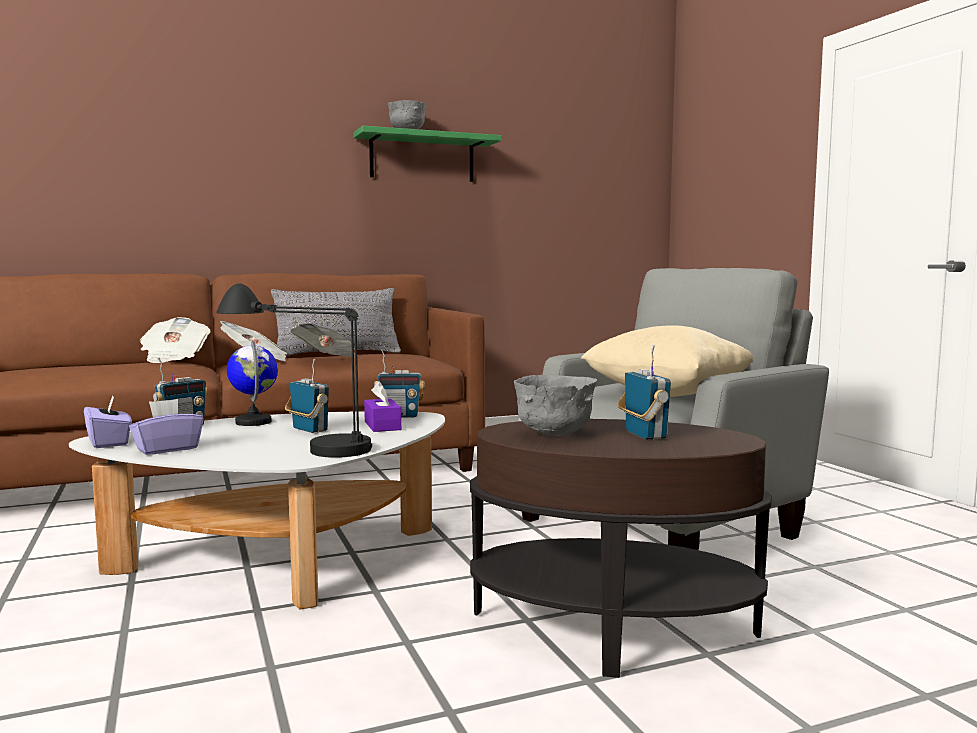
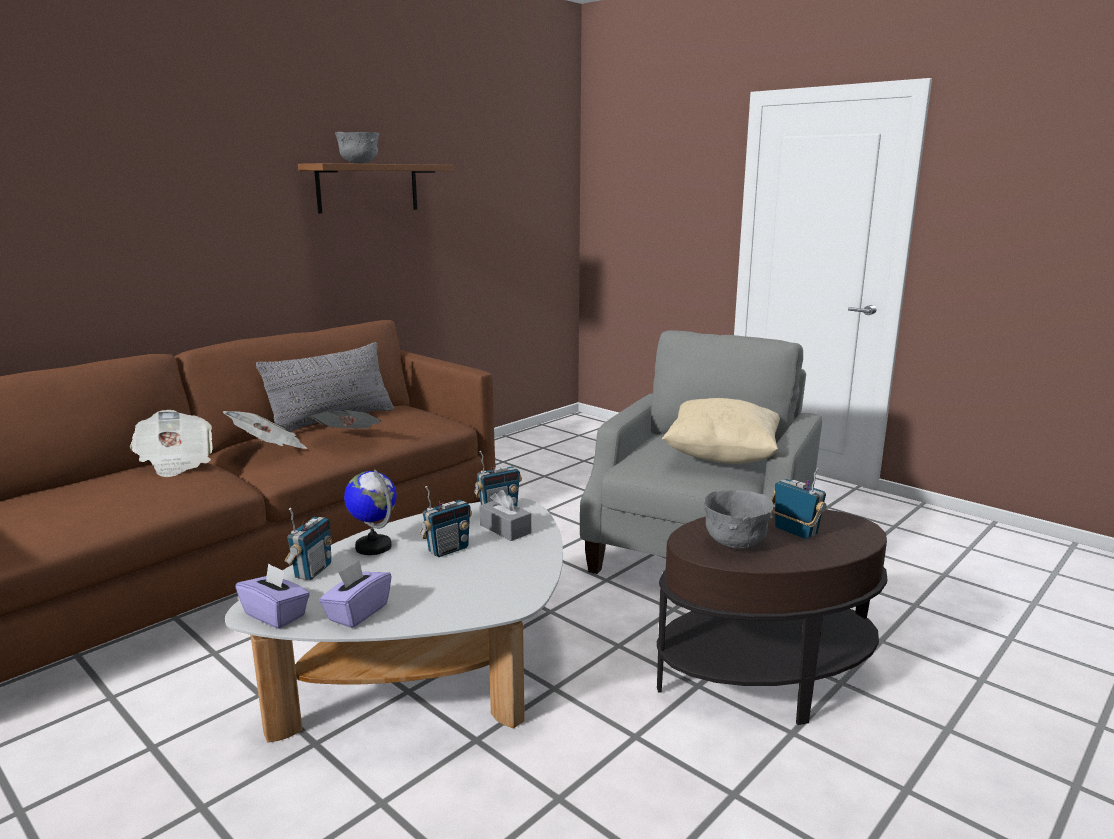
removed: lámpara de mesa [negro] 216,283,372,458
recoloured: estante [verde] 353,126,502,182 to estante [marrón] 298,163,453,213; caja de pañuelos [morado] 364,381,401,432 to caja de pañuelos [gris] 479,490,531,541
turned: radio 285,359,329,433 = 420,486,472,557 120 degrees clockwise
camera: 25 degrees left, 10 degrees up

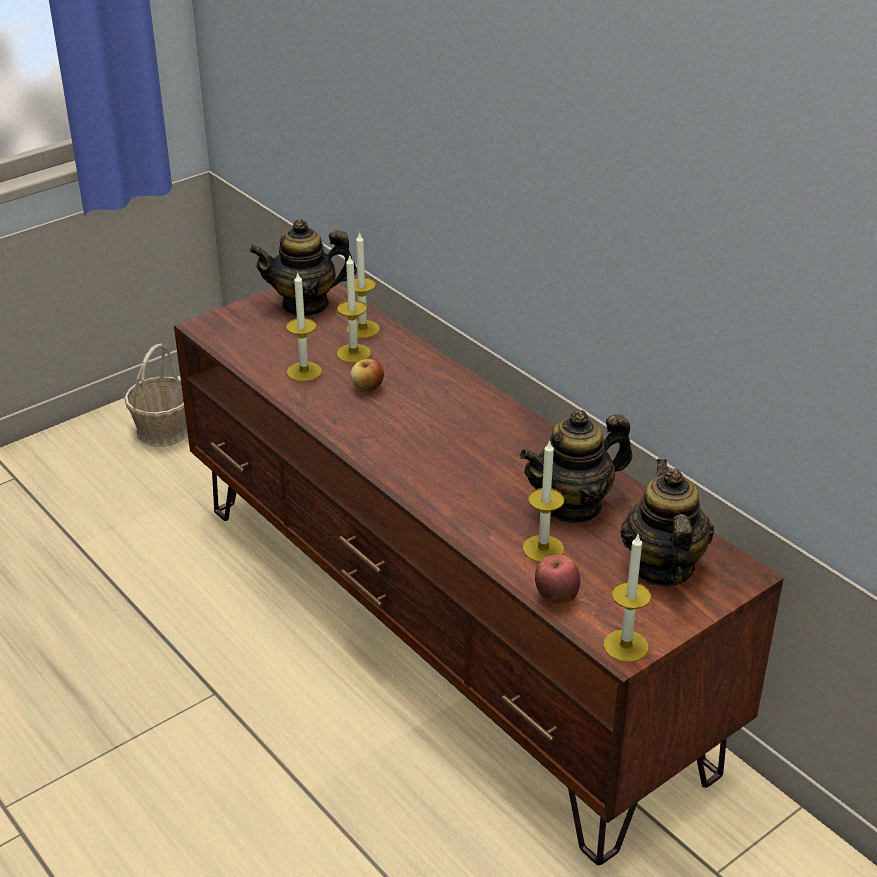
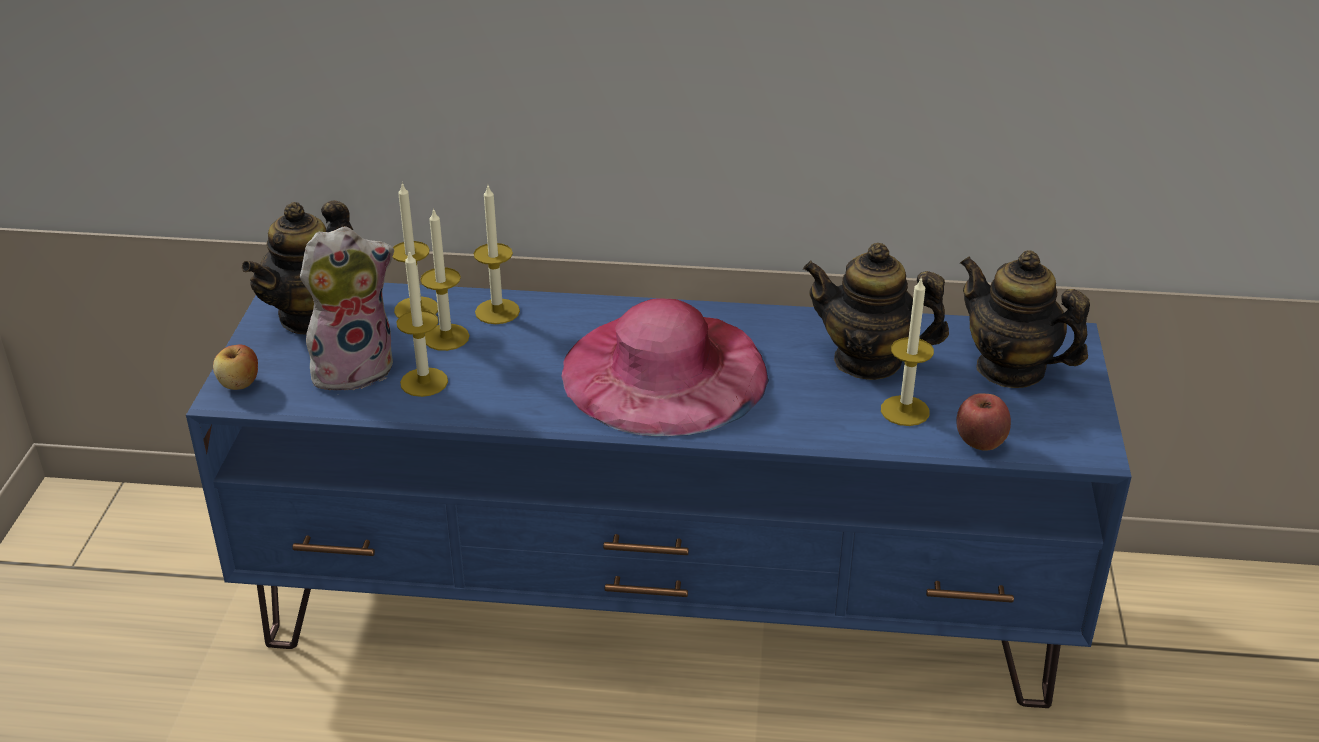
removed: cesta 125,343,188,447
added: peluche 300,226,394,390; sombrero [rosa] 561,298,769,436
moved: manzana 350,359,384,392 to 213,345,258,390; vela 603,535,651,662 to 474,186,520,324
recoloured: mueble de televisión [marrón] 174,283,784,865 to mueble de televisión [azul] 186,283,1131,708
turned: tetera 519,410,632,524 = 803,243,949,380 90 degrees clockwise
camera: 45 degrees left, 0 degrees up

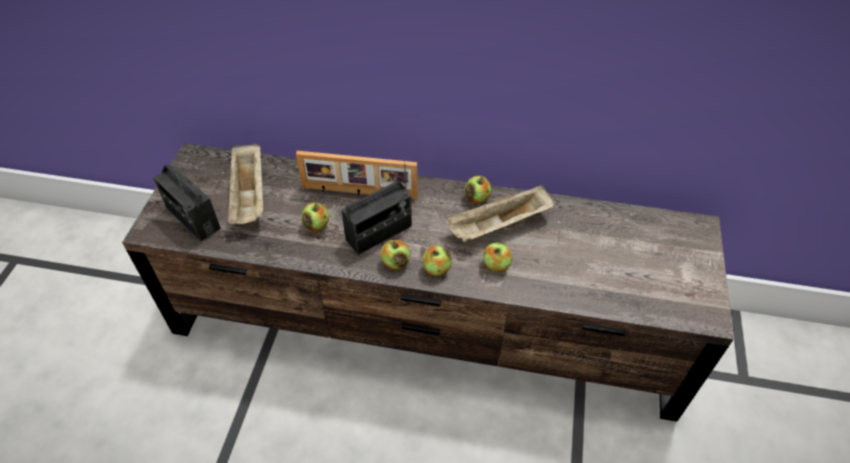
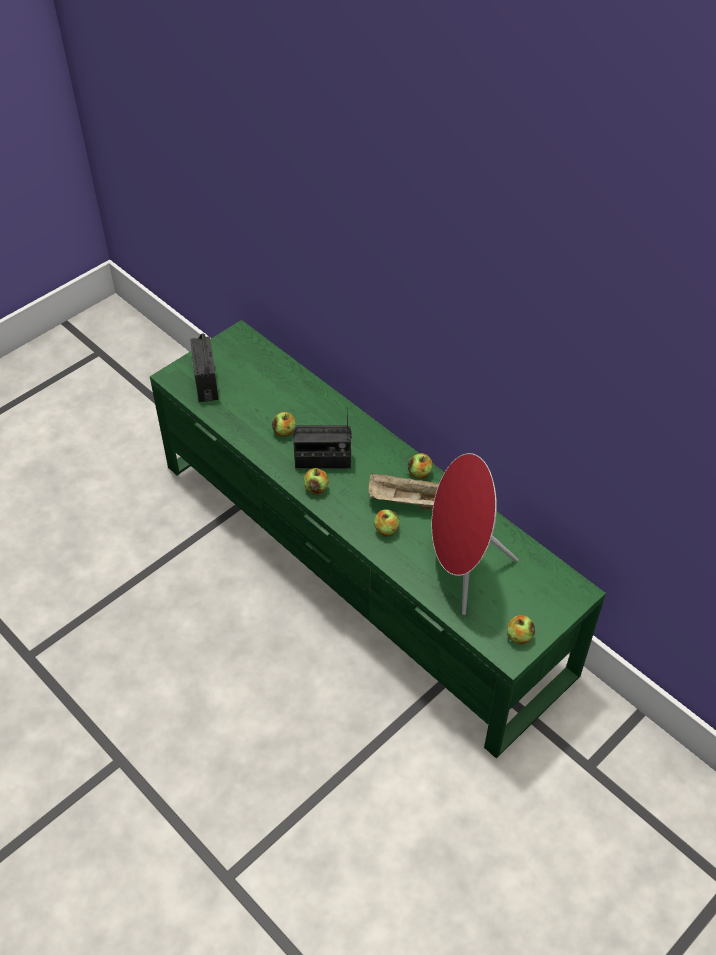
removed: bandeja [beis] 228,143,264,224; portarretratos 296,151,418,200
added: altavoz [rojo] 432,453,519,615
moved: manzana 423,246,452,276 to 507,615,535,644
recoloured: mueble de televisión [marrón] 122,143,734,422 to mueble de televisión [verde] 150,320,606,759
camera: 35 degrees right, 0 degrees up

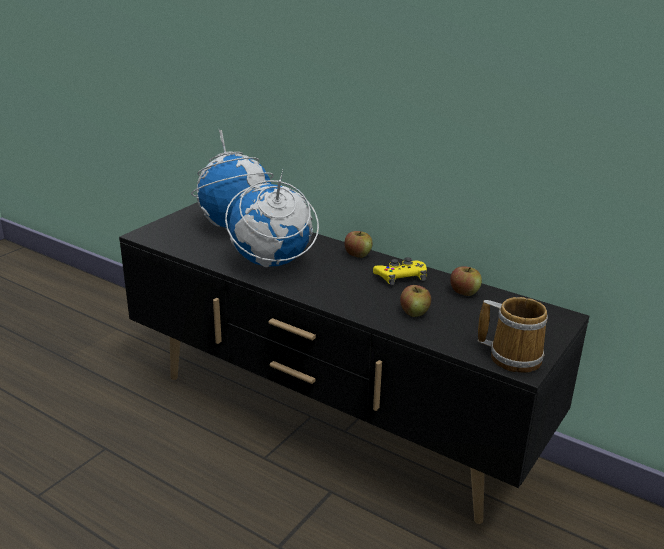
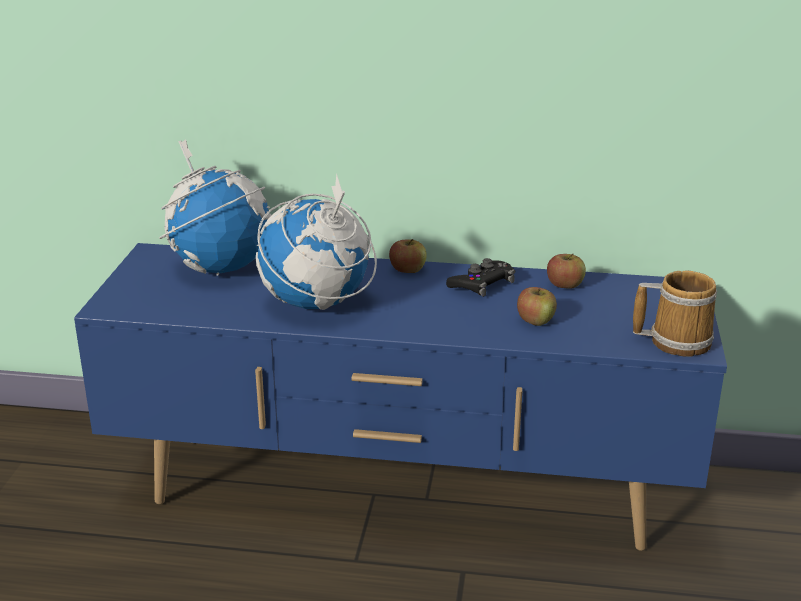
recoloured: mueble de televisión [negro] 119,202,589,524 to mueble de televisión [azul] 74,243,727,551; mando de consola [amarillo] 373,257,427,286 to mando de consola [negro] 446,258,515,297
camera: 25 degrees left, 0 degrees up

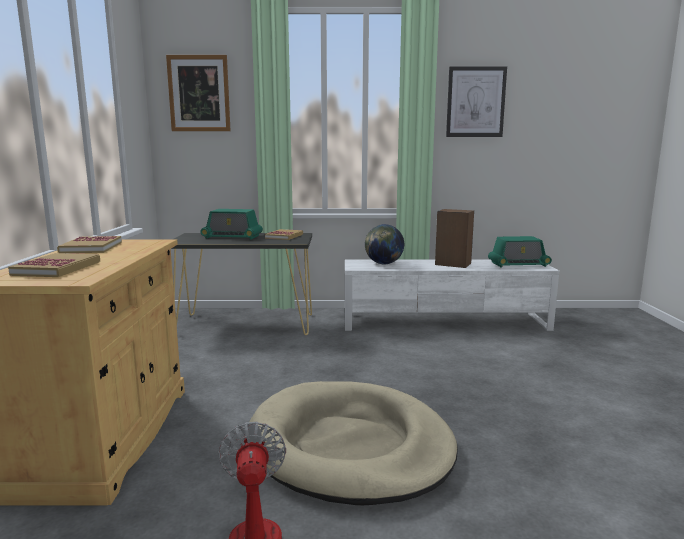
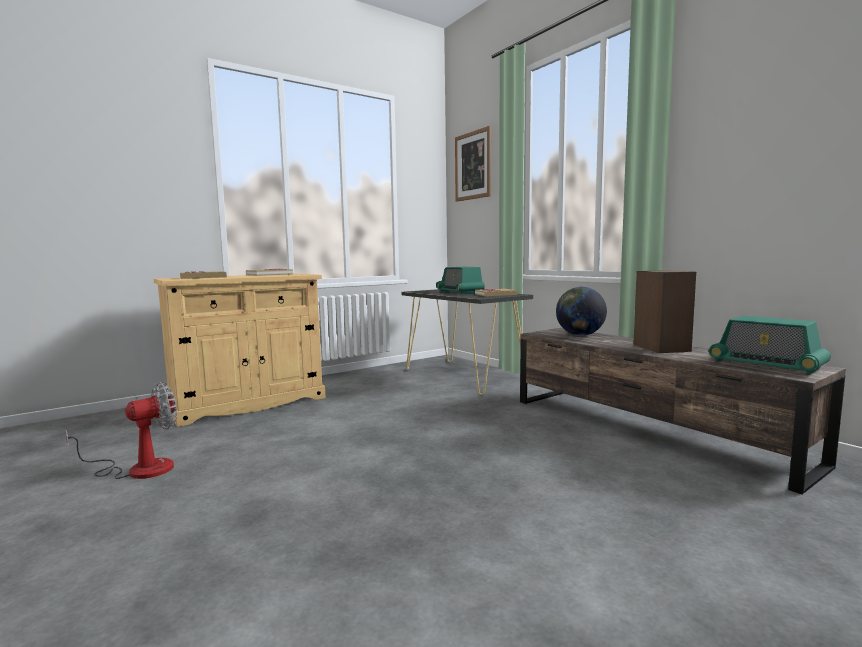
removed: cama para perro [beis] 250,381,458,505; cuadro 446,66,507,137
recoloured: mueble de televisión [blanco] 345,260,559,331 to mueble de televisión [marrón] 520,328,846,495
camera: 55 degrees right, 5 degrees down

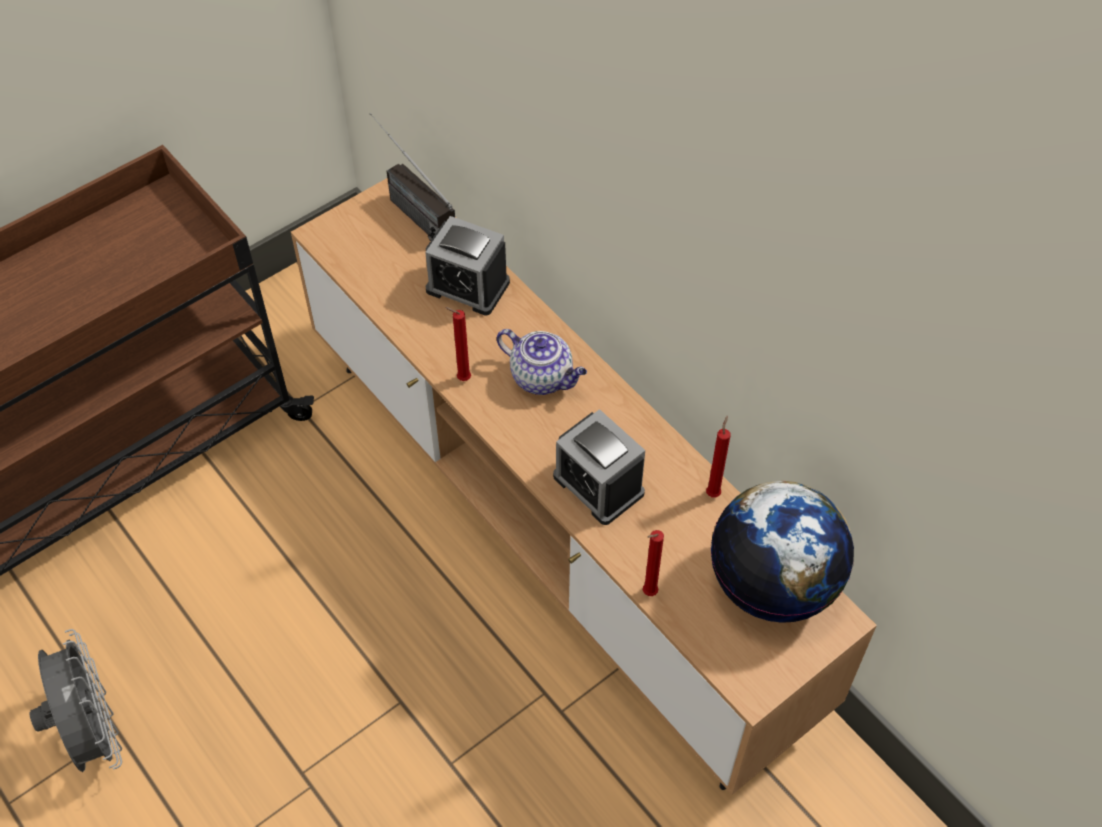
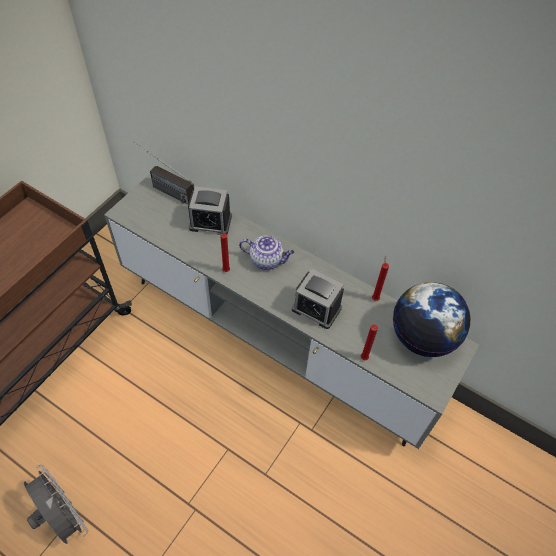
recoloured: mueble de televisión [marrón] 291,178,877,795 to mueble de televisión [gris] 104,174,479,449
camera: 20 degrees left, 0 degrees up

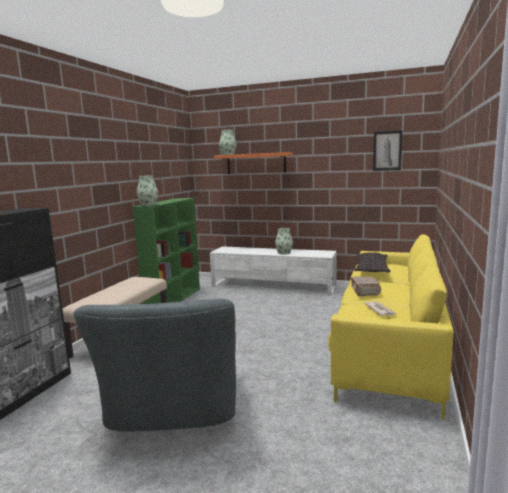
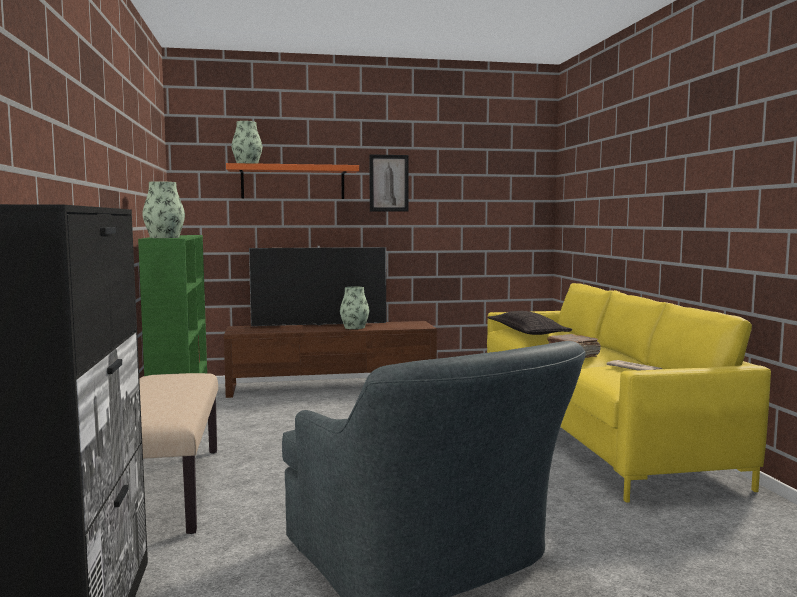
added: televisor 249,246,386,326
moved: cuadro 373,130,402,171 to 369,154,409,212
recoloured: mueble de televisión [blanco] 210,246,337,296 to mueble de televisión [marrón] 224,321,437,398
camera: 30 degrees left, 5 degrees down

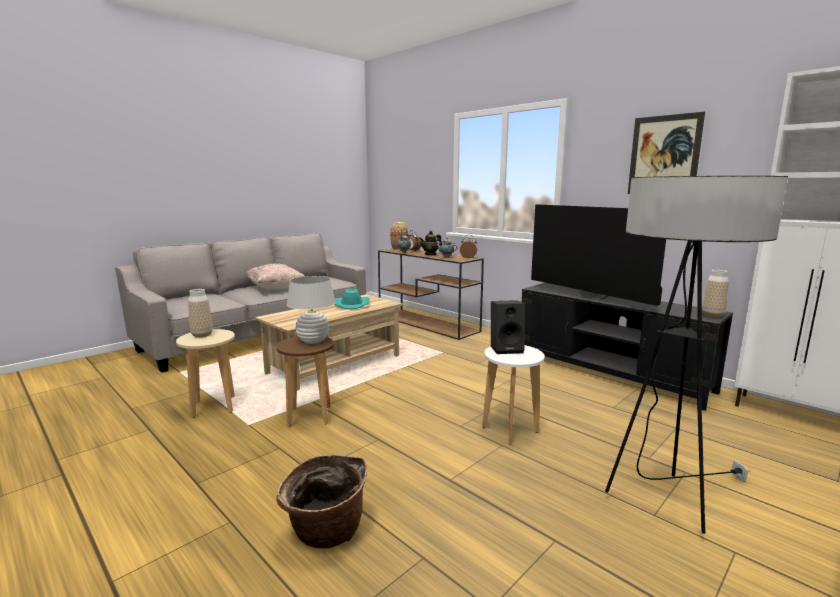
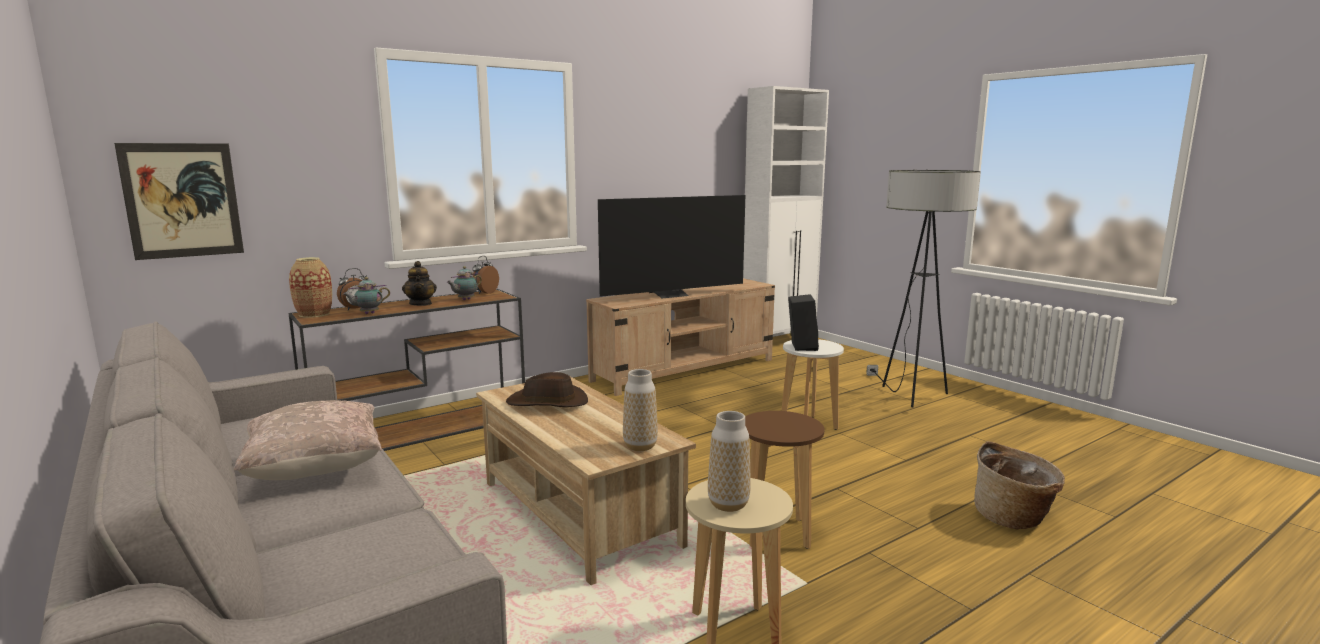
removed: lámpara de mesa [blanco] 286,276,336,344
moved: cuadro 628,112,705,194 to 114,143,244,260; florero 702,270,729,317 to 623,369,658,451
recoloured: sombrero [turquesa] 335,289,370,309 to sombrero [marrón] 506,372,588,407; mueble de televisión [negro] 522,283,733,411 to mueble de televisión [beis] 586,278,775,396
camera: 80 degrees left, 0 degrees up

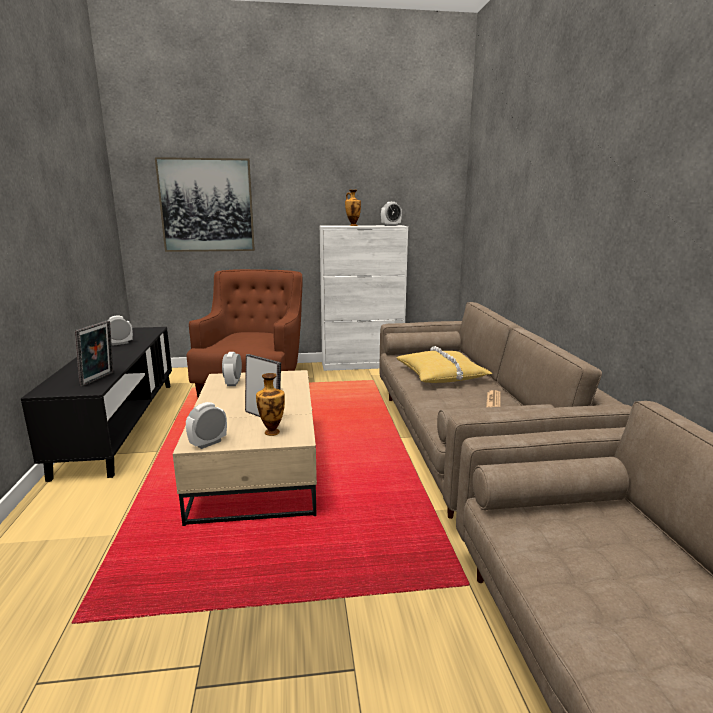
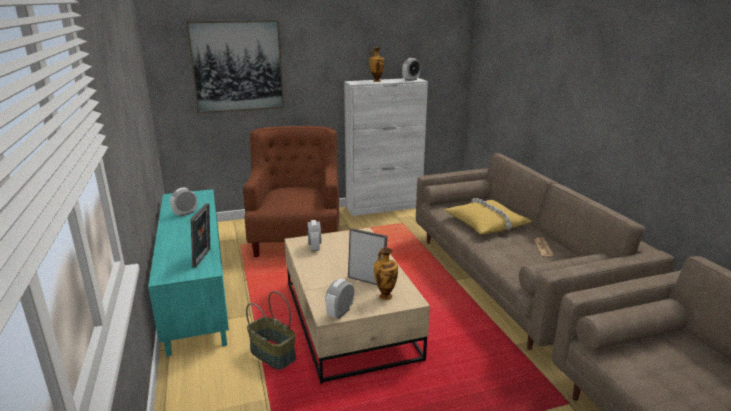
added: cesta 246,291,296,369
recoloured: mueble de televisión [negro] 21,327,172,482 to mueble de televisión [turquesa] 148,189,229,357
camera: 10 degrees left, 5 degrees up

